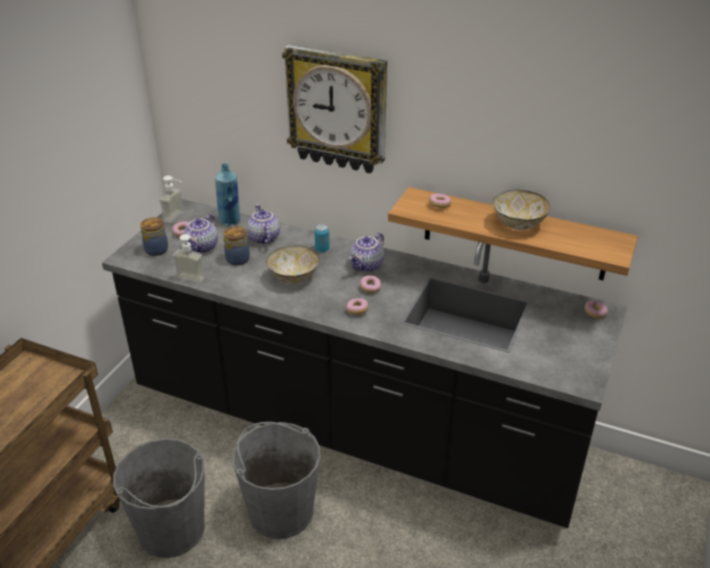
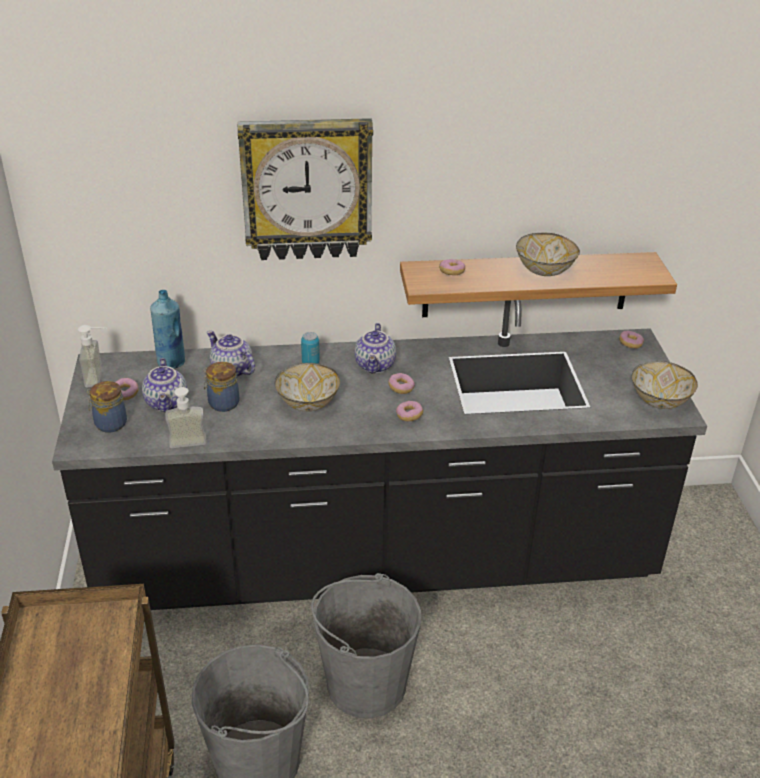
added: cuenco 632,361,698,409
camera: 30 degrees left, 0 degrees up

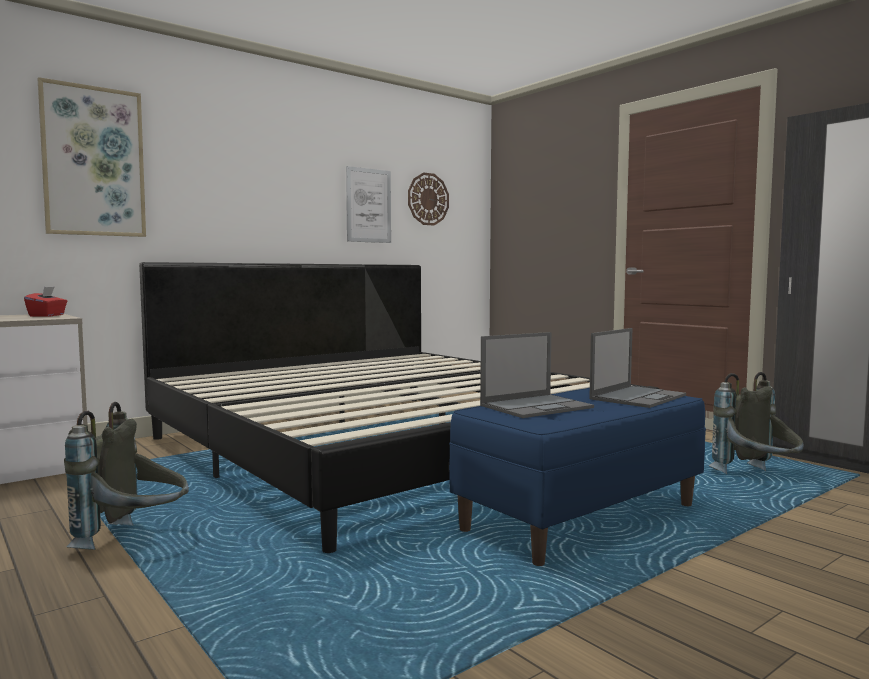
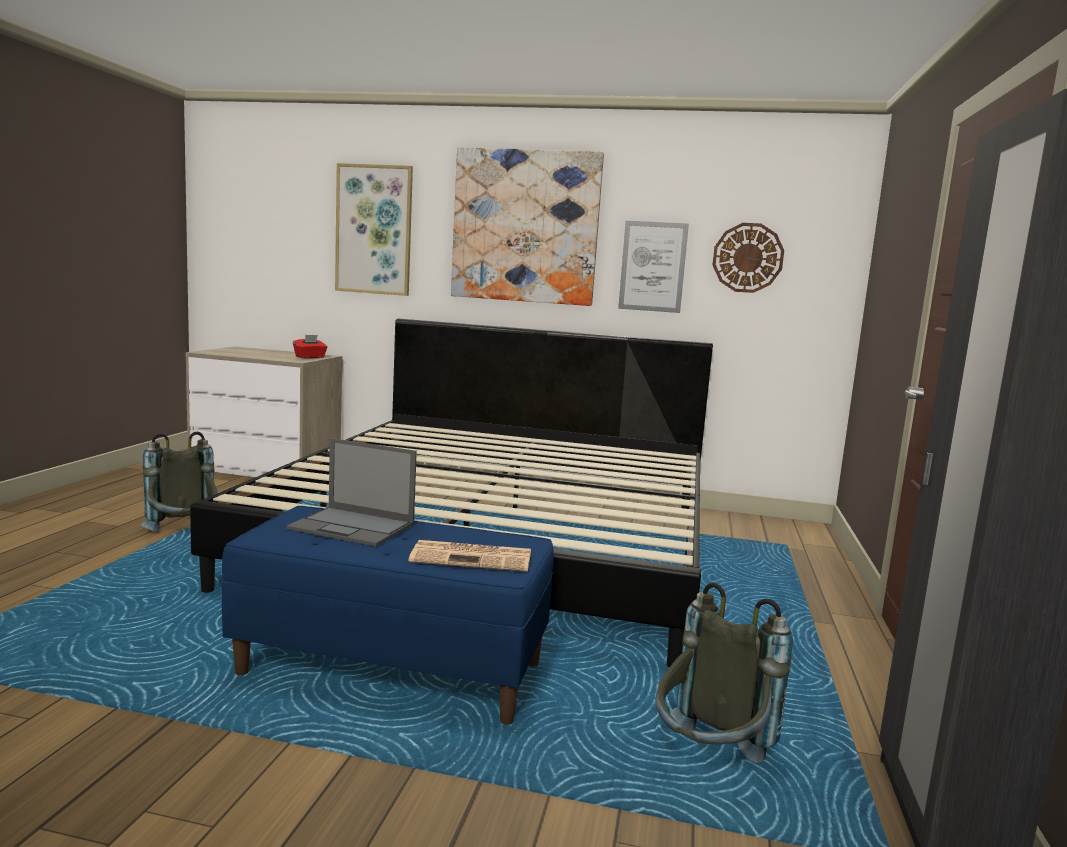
added: cuadro 451,147,604,306
replaced: portátil 589,328,686,408 to periódico 409,540,531,572
camera: 50 degrees right, 5 degrees up

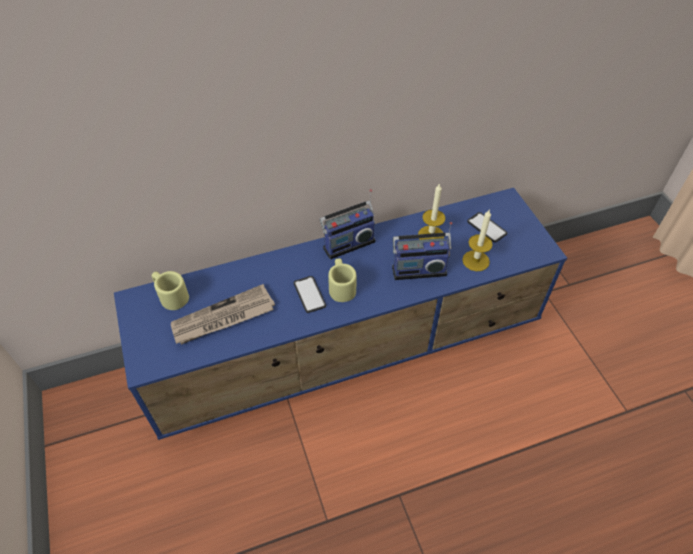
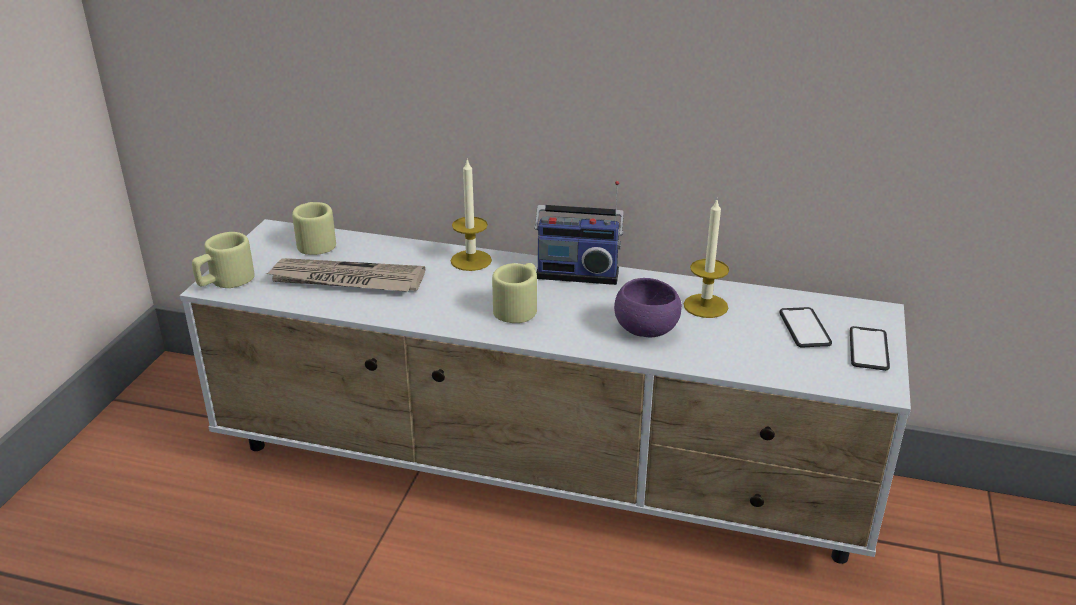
added: taza grande [beis] 192,232,255,288
moved: móvil 294,276,326,313 to 850,326,890,371; vela 462,209,493,271 to 451,160,492,271
replaced: radio 392,222,452,280 to cuenco [morado] 614,278,682,337
recoloured: mueble de televisión [azul] 114,188,567,440 to mueble de televisión [blanco] 180,219,911,564
camera: 35 degrees right, 20 degrees down

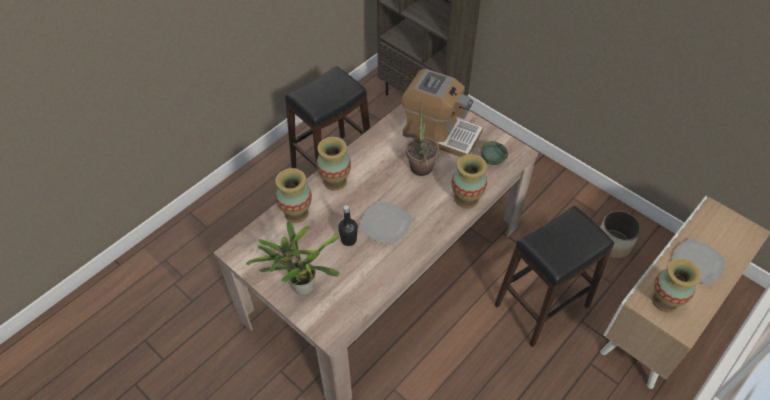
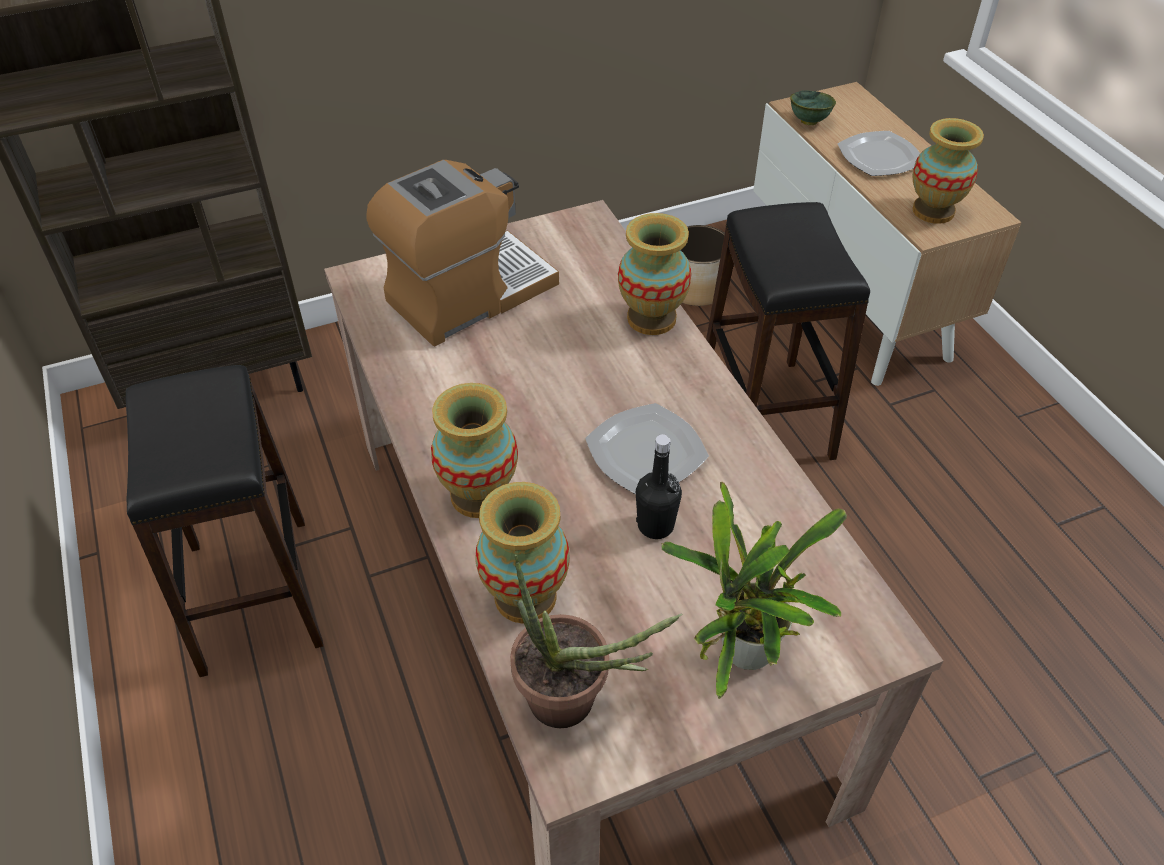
moved: planta en maceta 406,101,439,176 to 510,555,682,728; cuenco [verde] 481,141,508,165 to 790,91,836,125
camera: 65 degrees left, 5 degrees down

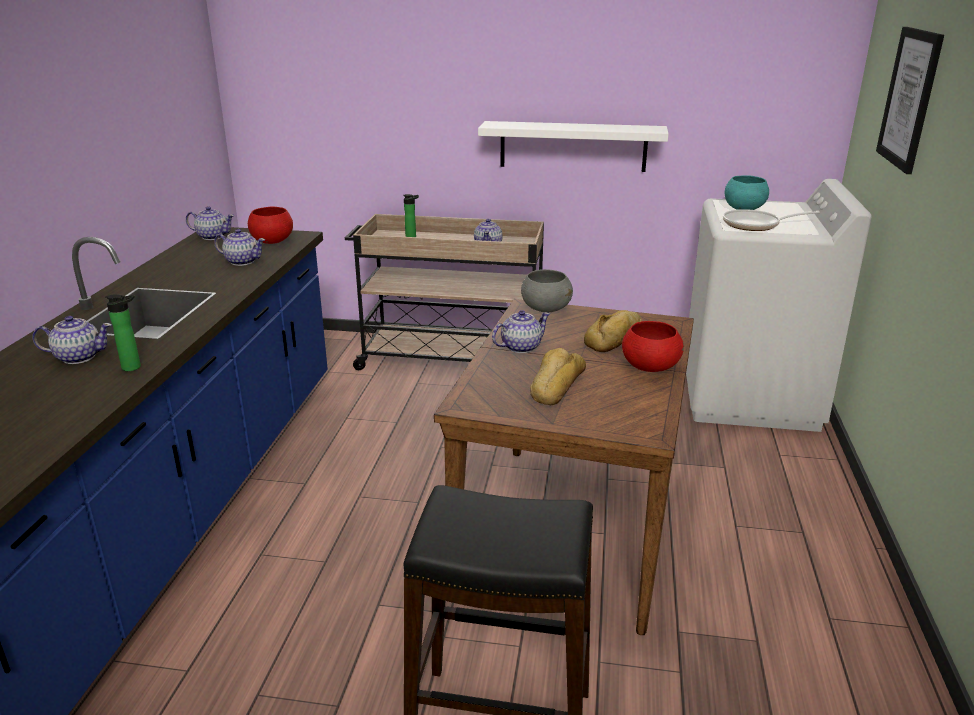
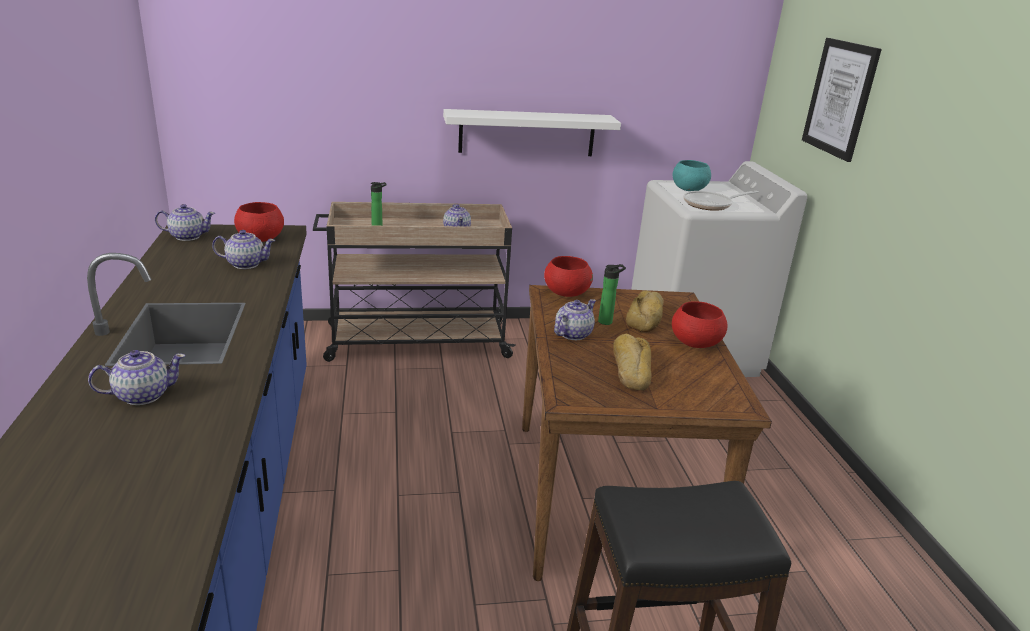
moved: botella 105,294,141,371 to 598,264,626,325
recoloured: cuenco [gris] 521,269,573,312 to cuenco [rojo] 544,256,593,297
camera: 20 degrees left, 0 degrees up

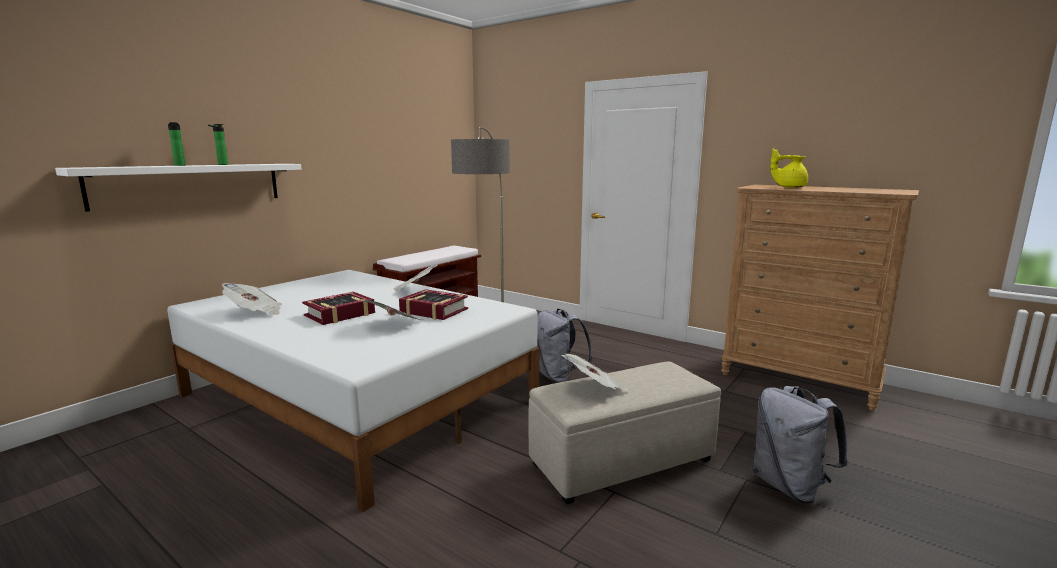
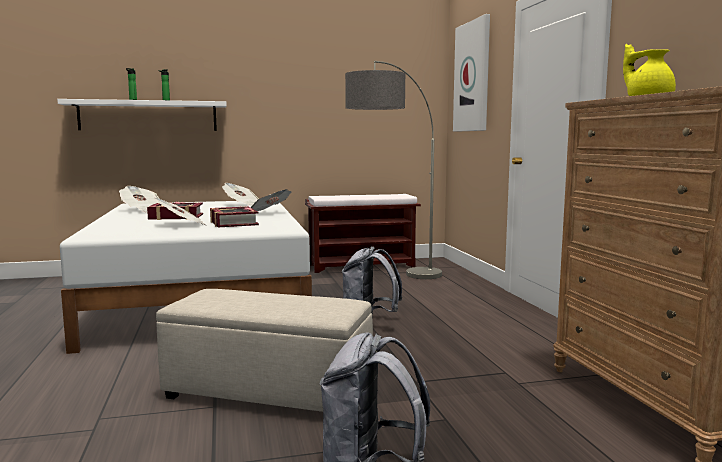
added: cuadro 453,14,490,132
moved: periódico 562,354,630,391 to 222,183,259,206
camera: 40 degrees right, 5 degrees down

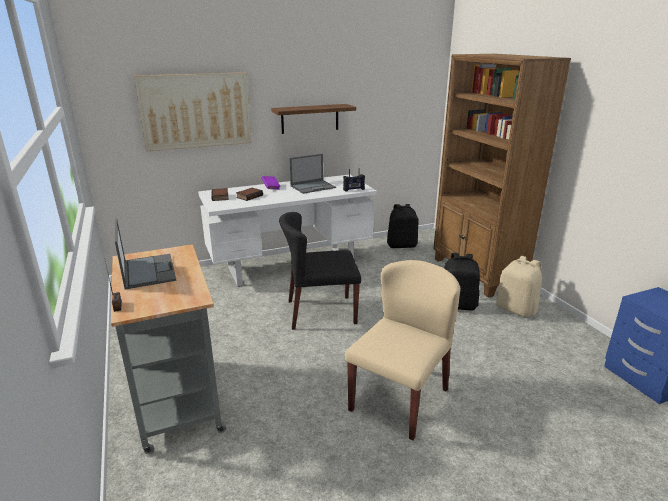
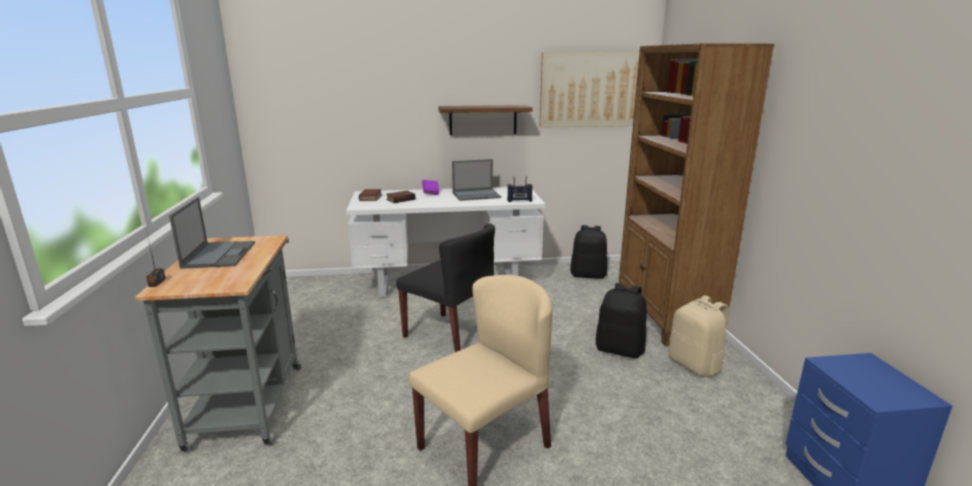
moved: cuadro 134,72,252,151 to 540,52,640,128
turned: silla [negro] 279,212,361,330 = 396,223,495,352 150 degrees counterclockwise
camera: 15 degrees right, 5 degrees down

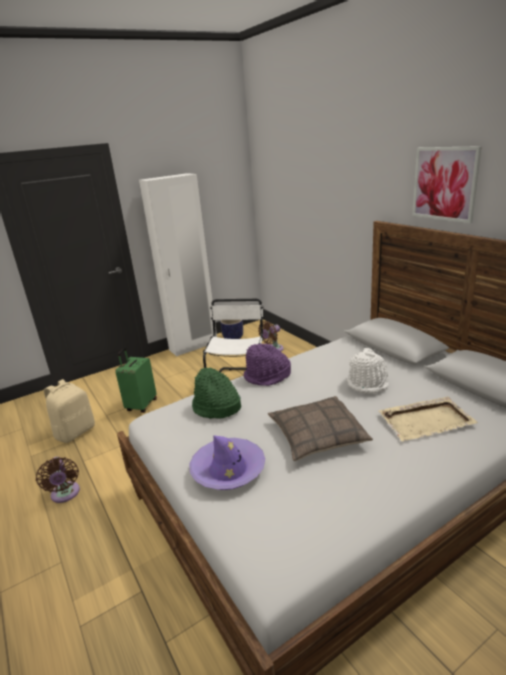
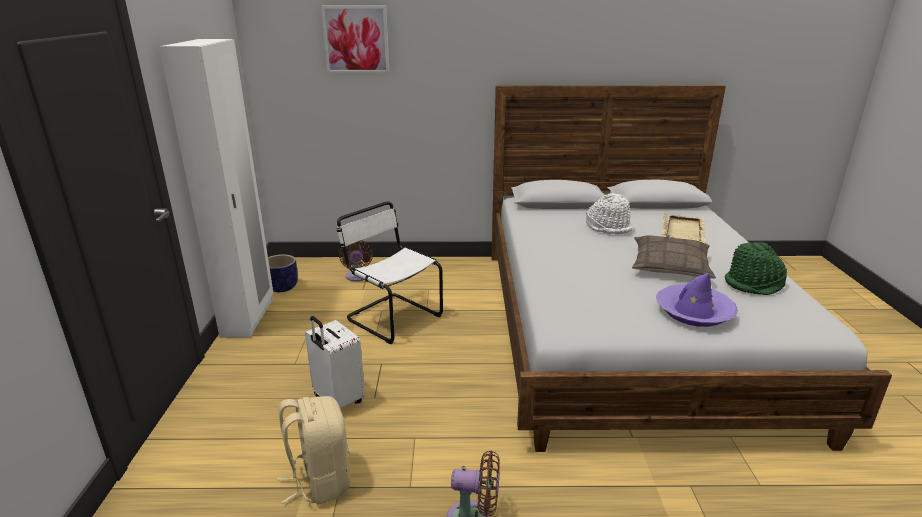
removed: sombrero [morado] 244,343,291,386
moved: sombrero [verde] 192,367,241,419 to 725,242,787,295; cuadro 412,146,482,223 to 321,6,389,73
recoloured: maleta [verde] 115,348,157,413 to maleta [blanco] 305,316,365,409
camera: 60 degrees left, 0 degrees up

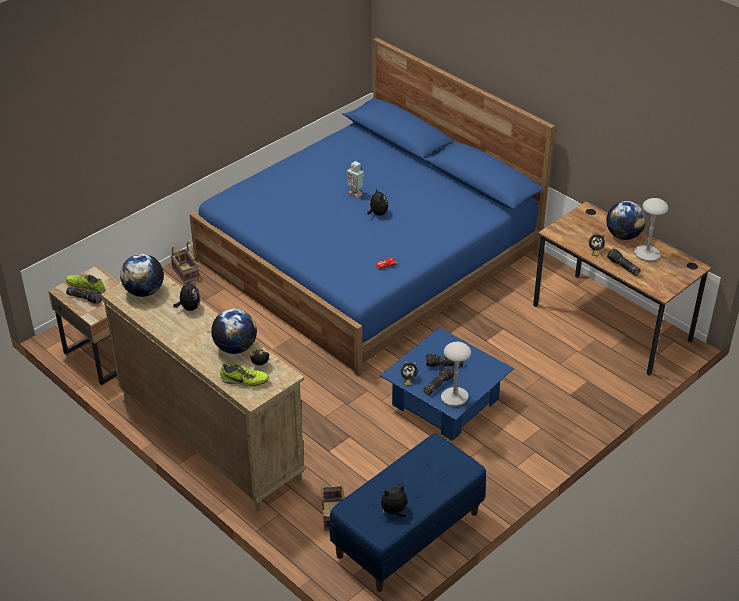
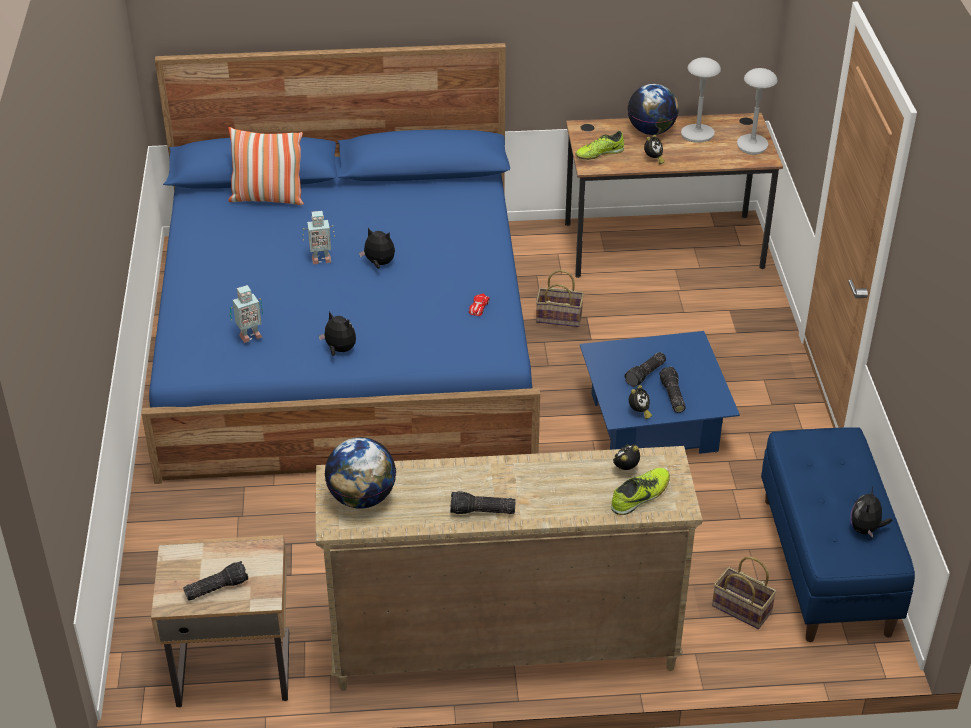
removed: globo terráqueo 211,309,257,354
added: cojín 228,127,304,205; robot de juguete 229,285,263,343
moved: zapato 66,275,105,293 to 575,131,624,160; cesta 170,241,199,284 to 536,270,584,327; peluche 173,279,201,311 to 318,311,356,356; lámpara de mesa [gris] 441,342,471,407 to 737,68,778,155; linterna 607,248,640,276 to 450,491,516,514
camera: 50 degrees left, 0 degrees up

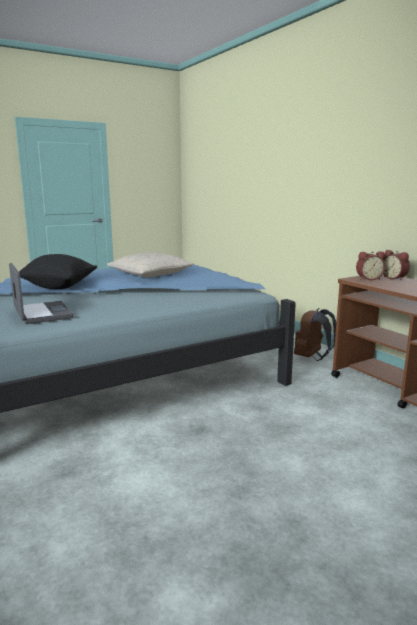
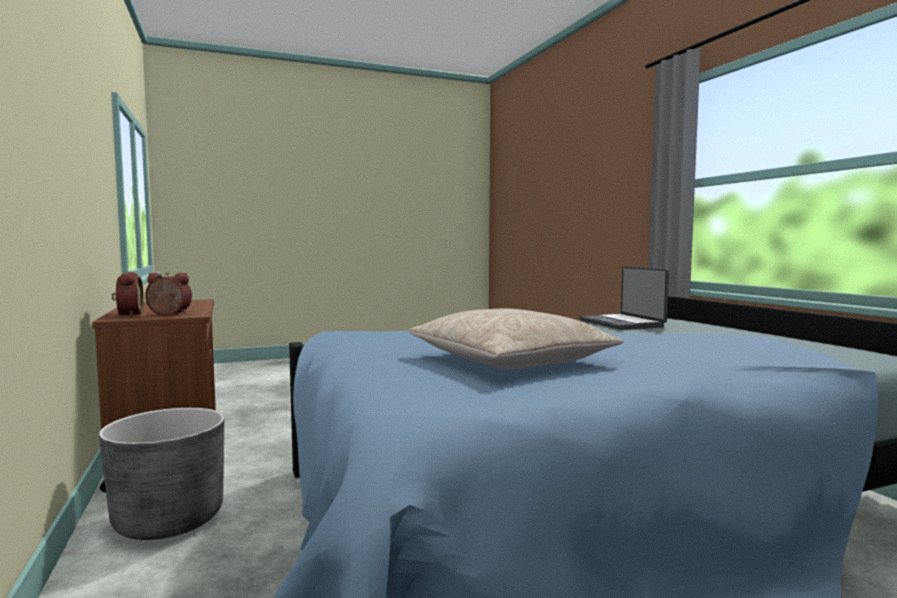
removed: cojín [negro] 19,254,97,289
replaced: mochila [marrón] 294,308,336,361 to maceta [gris] 99,408,224,540
camera: 170 degrees left, 10 degrees down

